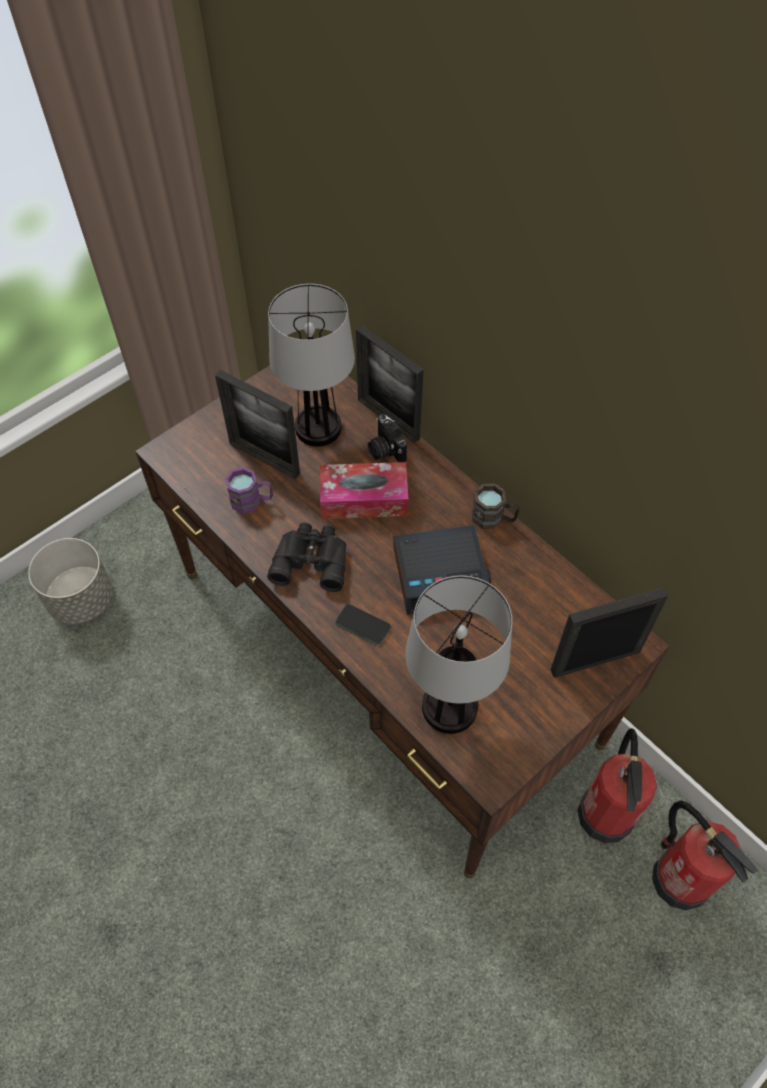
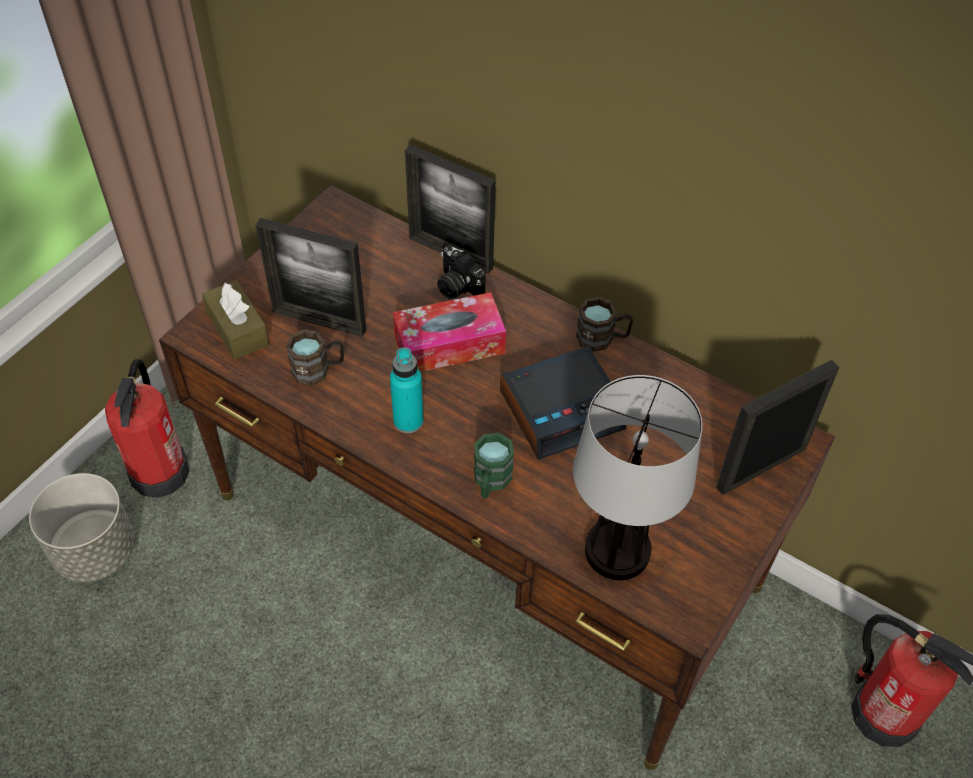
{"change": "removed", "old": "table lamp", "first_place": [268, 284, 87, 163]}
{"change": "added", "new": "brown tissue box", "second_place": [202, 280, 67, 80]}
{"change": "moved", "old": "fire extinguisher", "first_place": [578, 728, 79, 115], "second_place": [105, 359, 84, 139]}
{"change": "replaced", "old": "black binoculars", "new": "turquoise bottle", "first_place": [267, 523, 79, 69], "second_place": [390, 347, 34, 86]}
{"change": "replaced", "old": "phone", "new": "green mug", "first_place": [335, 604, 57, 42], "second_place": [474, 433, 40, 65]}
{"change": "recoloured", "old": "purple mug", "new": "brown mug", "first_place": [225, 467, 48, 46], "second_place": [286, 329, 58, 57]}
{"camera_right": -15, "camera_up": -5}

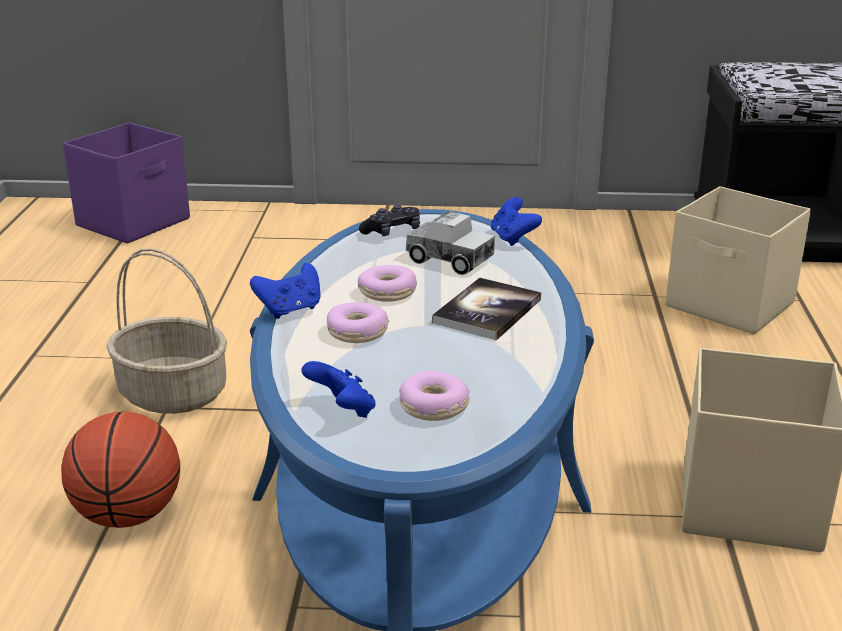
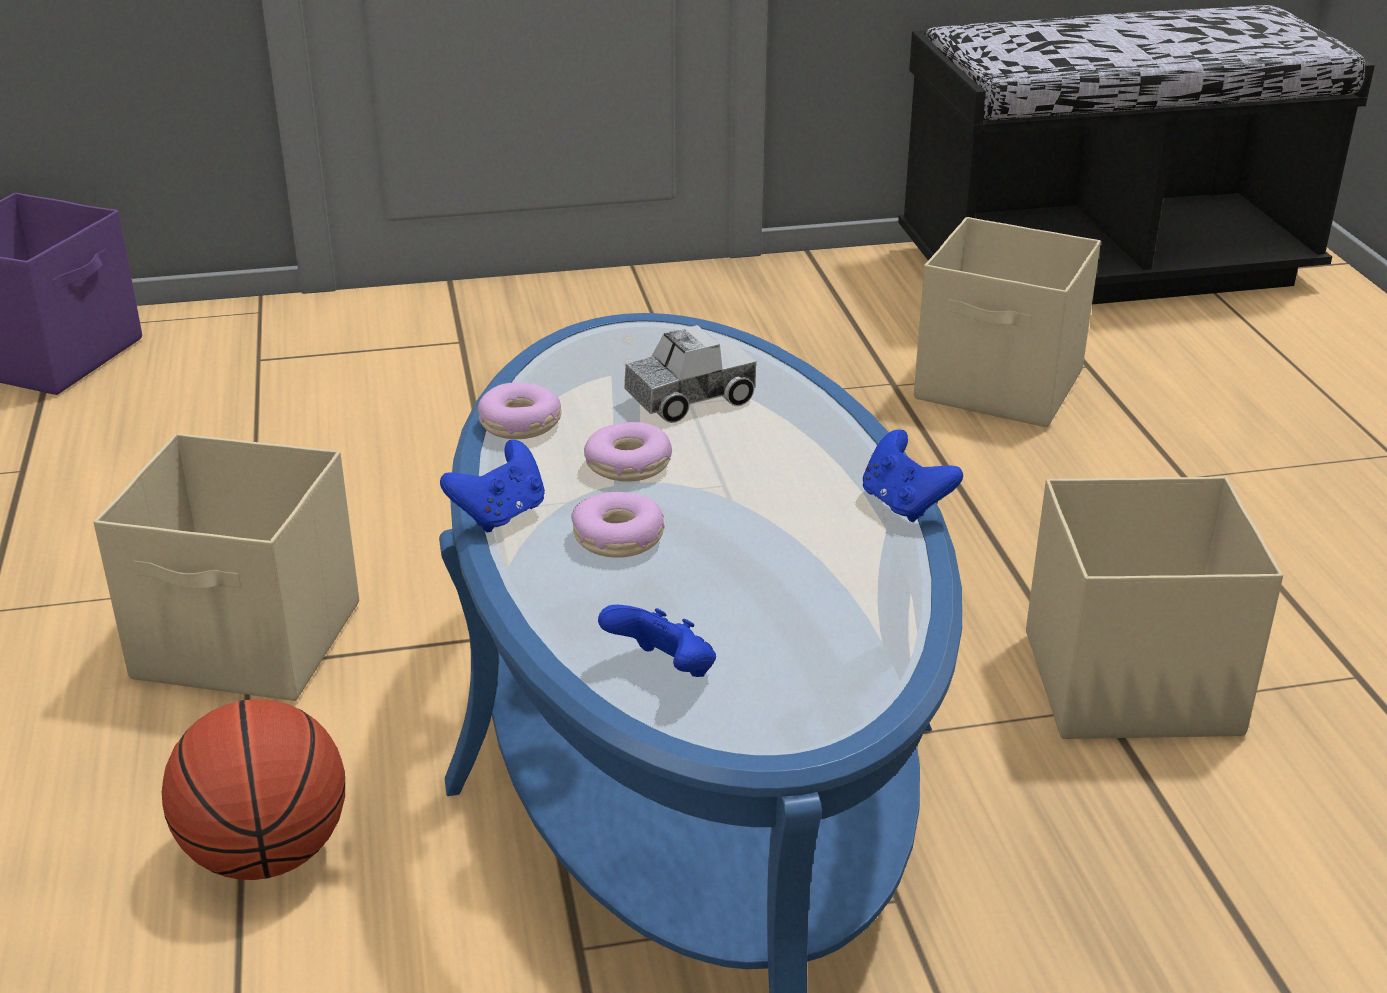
{"change": "removed", "old": "black game controller", "first_place": [359, 205, 61, 31]}
{"change": "removed", "old": "book", "first_place": [432, 278, 109, 63]}
{"change": "moved", "old": "donut", "first_place": [399, 371, 71, 50], "second_place": [477, 383, 85, 56]}
{"change": "moved", "old": "blue game controller", "first_place": [491, 197, 51, 49], "second_place": [863, 429, 100, 93]}
{"change": "replaced", "old": "basket", "new": "beige storage box", "first_place": [106, 248, 121, 166], "second_place": [94, 433, 265, 268]}
{"change": "turned", "old": "toy truck", "first_place": [406, 211, 89, 64], "second_place": [624, 325, 132, 98], "degrees": -45}
{"camera_right": -15, "camera_up": 5}

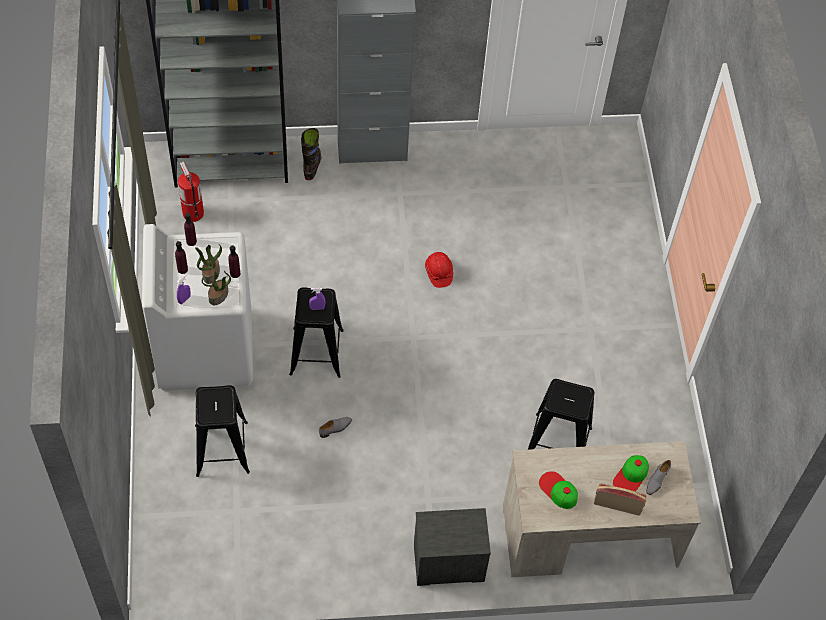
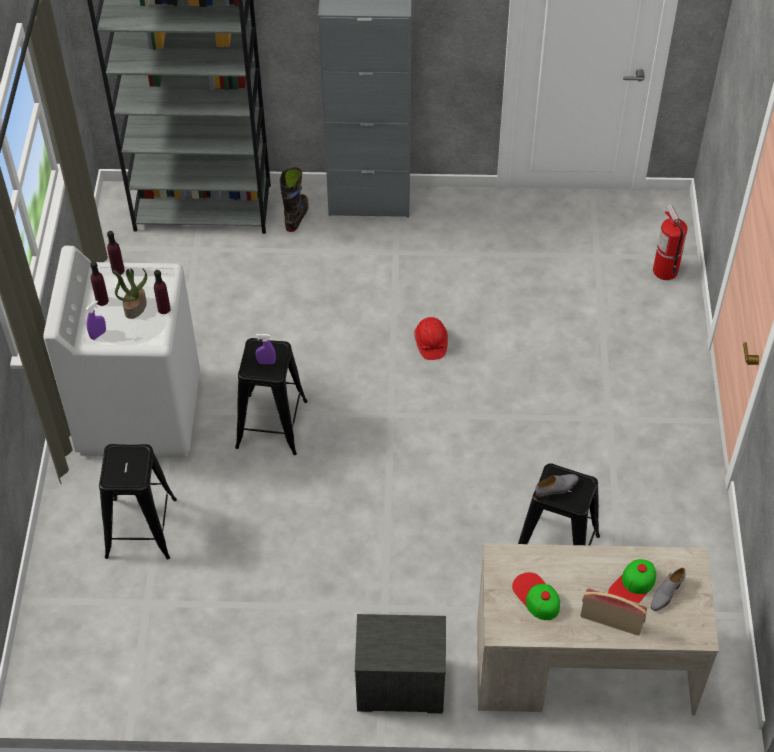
{"change": "removed", "old": "potted plant", "first_place": [202, 270, 29, 35]}
{"change": "moved", "old": "fire extinguisher", "first_place": [178, 162, 26, 60], "second_place": [653, 204, 34, 76]}
{"change": "moved", "old": "grey shoe", "first_place": [319, 417, 33, 21], "second_place": [535, 474, 44, 25]}
{"camera_right": 10, "camera_up": -5}

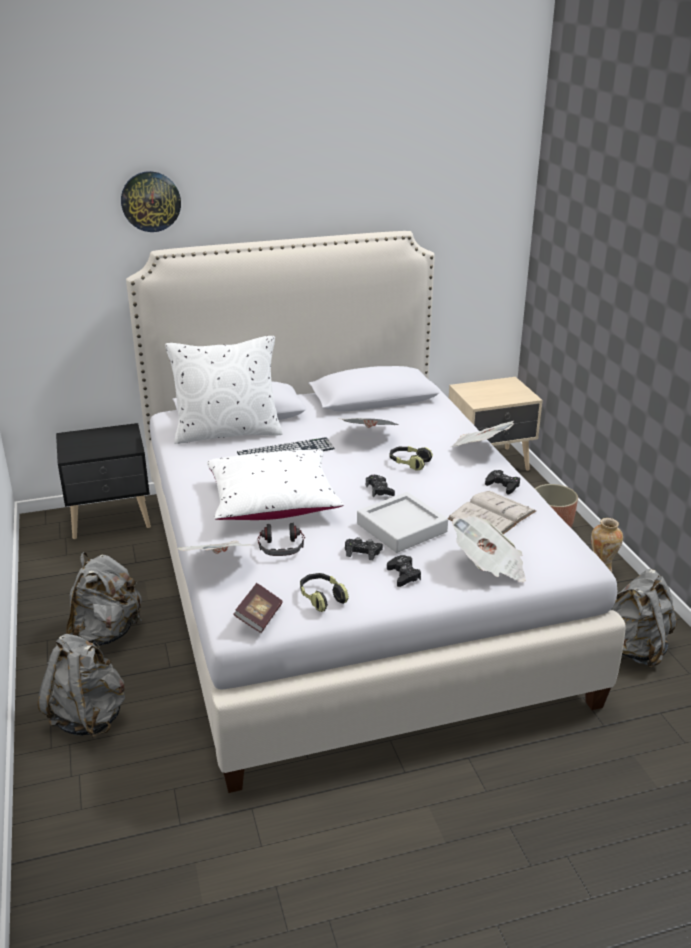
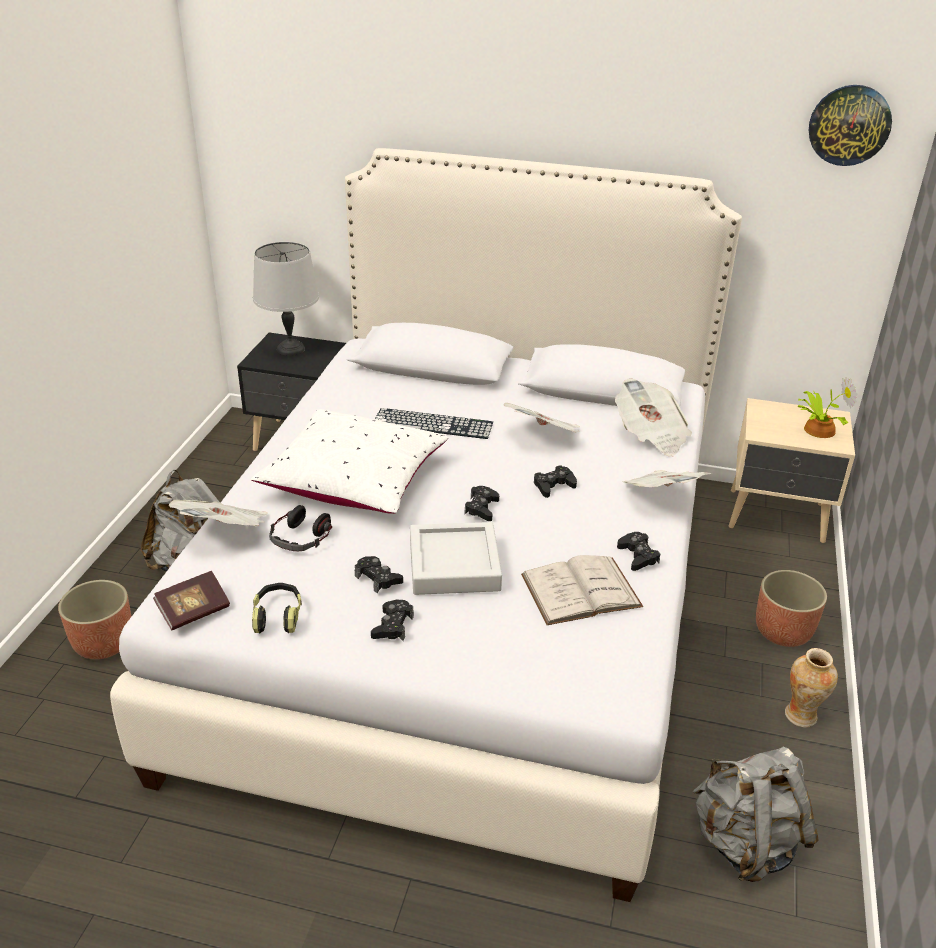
{"change": "removed", "old": "white pillow", "first_place": [165, 336, 118, 108]}
{"change": "added", "new": "grey table lamp", "second_place": [253, 242, 66, 114]}
{"change": "added", "new": "potted plant", "second_place": [797, 377, 60, 61]}
{"change": "moved", "old": "wall clock", "first_place": [121, 171, 60, 61], "second_place": [809, 85, 83, 81]}
{"change": "moved", "old": "newspaper", "first_place": [452, 516, 74, 66], "second_place": [615, 378, 77, 79]}
{"change": "replaced", "old": "grey backpack", "new": "planter", "first_place": [38, 634, 87, 104], "second_place": [58, 580, 73, 79]}
{"change": "replaced", "old": "headphones", "new": "black game controller", "first_place": [390, 446, 43, 25], "second_place": [534, 465, 43, 33]}
{"camera_right": 30, "camera_up": 5}

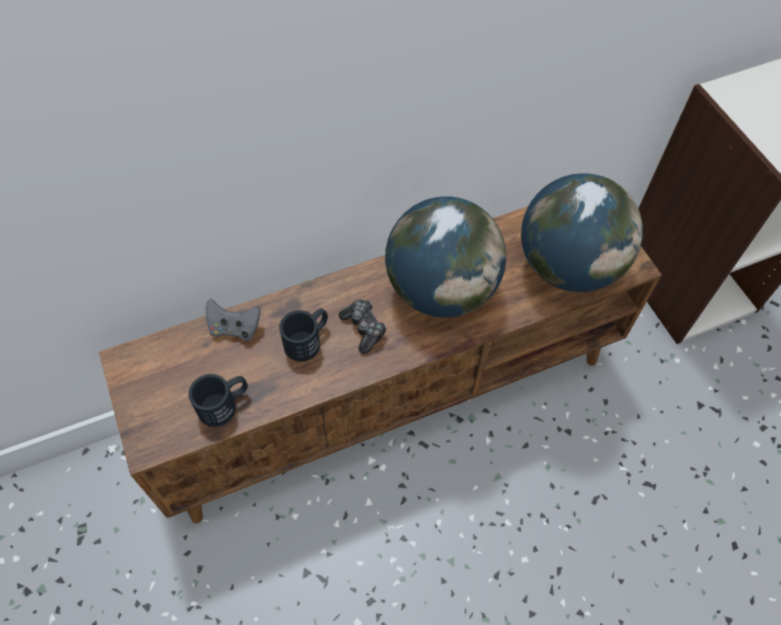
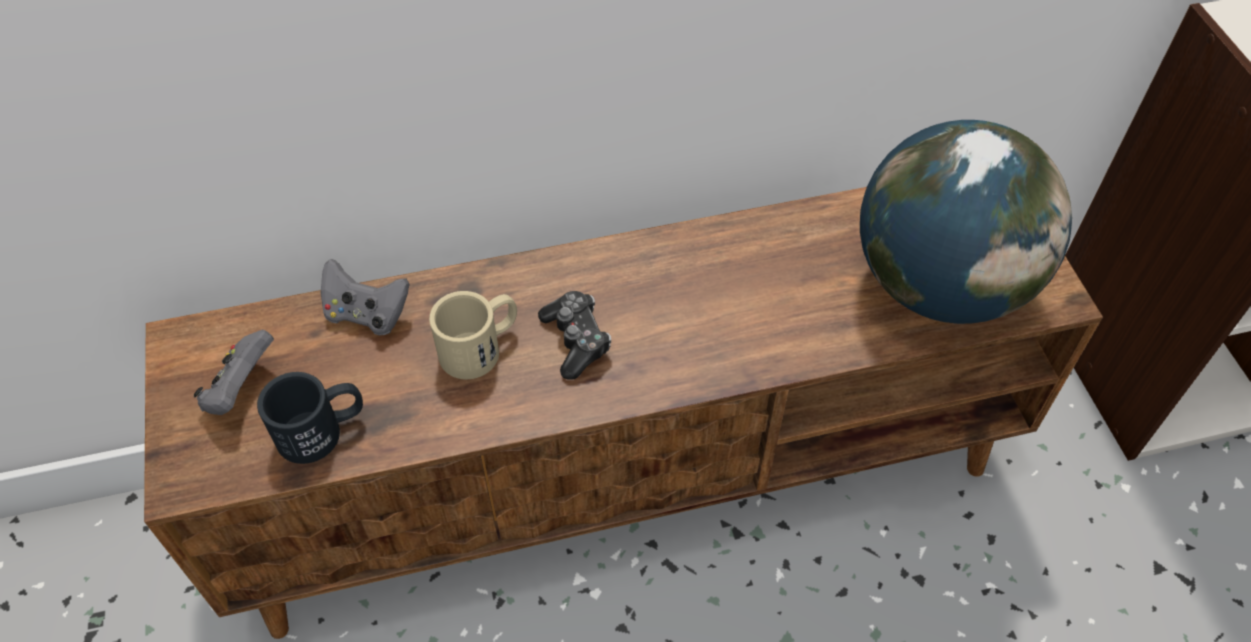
{"change": "removed", "old": "globe", "first_place": [385, 196, 121, 122]}
{"change": "added", "new": "grey game controller", "second_place": [194, 330, 80, 85]}
{"change": "recoloured", "old": "black mug", "new": "beige mug", "first_place": [279, 308, 49, 54], "second_place": [429, 291, 88, 88]}
{"camera_right": 10, "camera_up": -5}

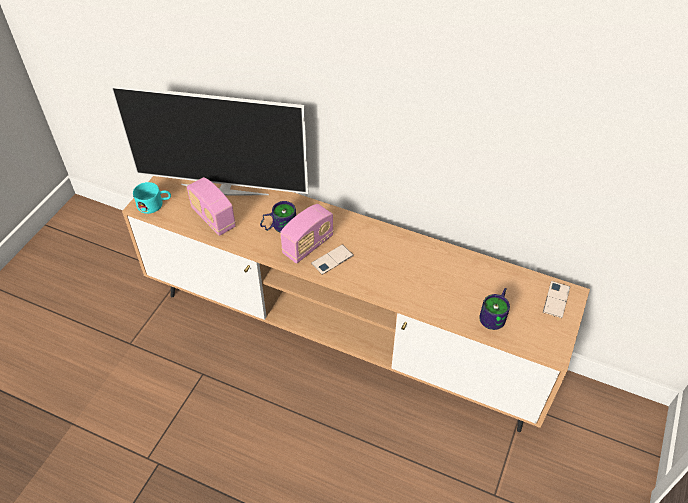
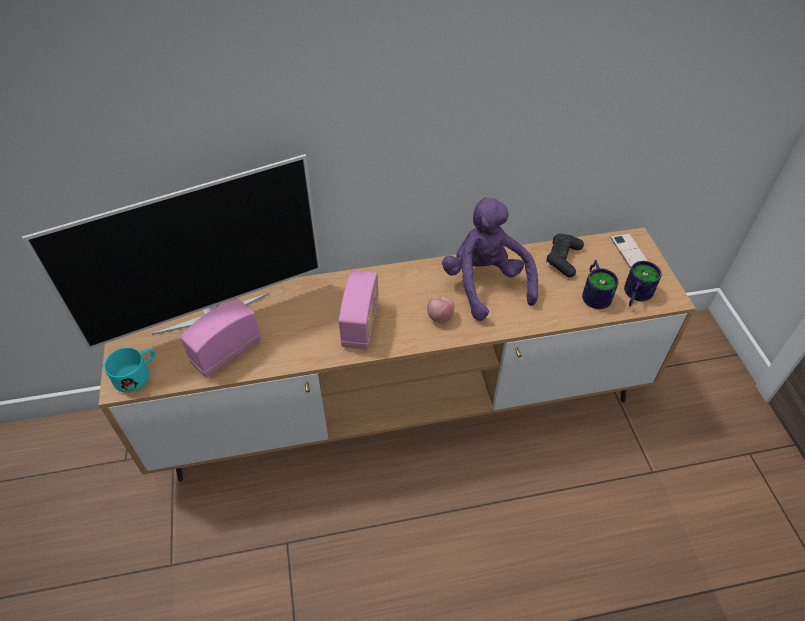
{"change": "removed", "old": "phone", "first_place": [311, 244, 43, 31]}
{"change": "added", "new": "apple", "second_place": [427, 296, 28, 27]}
{"change": "added", "new": "purple plush toy", "second_place": [442, 197, 96, 124]}
{"change": "added", "new": "black game controller", "second_place": [546, 234, 38, 43]}
{"change": "moved", "old": "mug", "first_place": [260, 201, 36, 32], "second_place": [624, 261, 38, 45]}
{"change": "turned", "old": "radio", "first_place": [187, 177, 49, 59], "second_place": [180, 299, 81, 79], "degrees": 120}
{"camera_right": -35, "camera_up": 0}

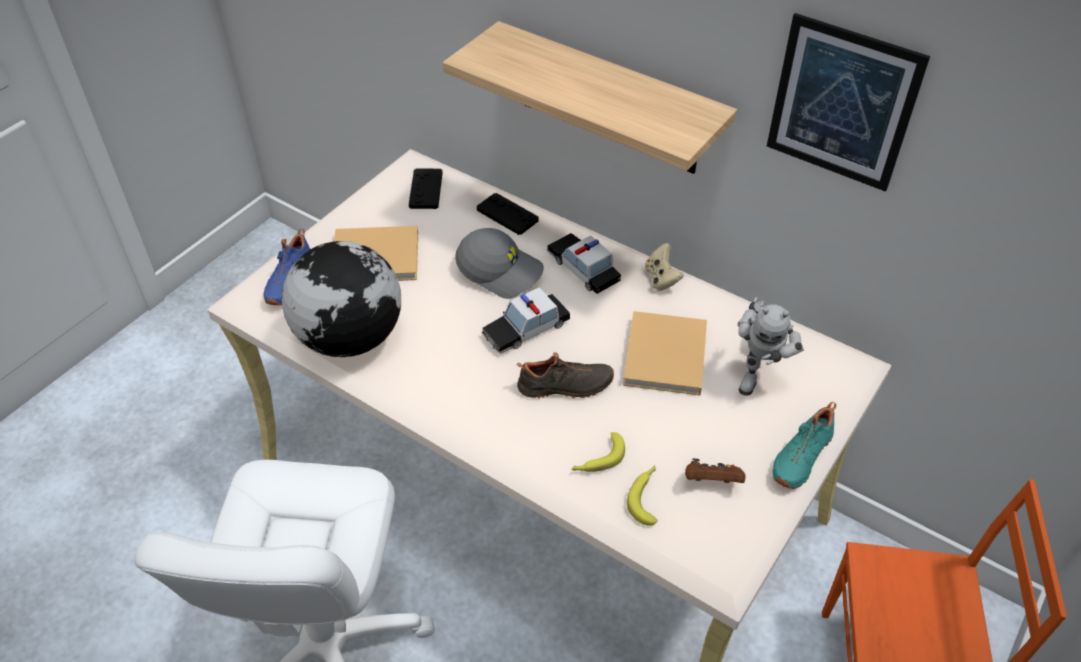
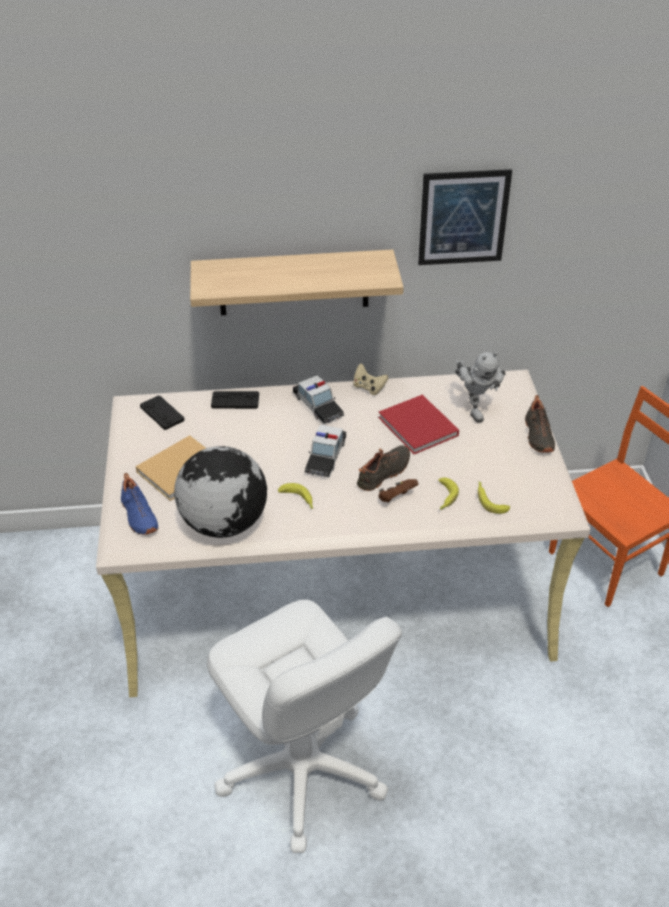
{"change": "removed", "old": "grey cap", "first_place": [455, 228, 89, 71]}
{"change": "added", "new": "banana", "second_place": [278, 483, 36, 26]}
{"change": "moved", "old": "brown game controller", "first_place": [685, 458, 60, 25], "second_place": [379, 479, 39, 23]}
{"change": "recoloured", "old": "beige book", "new": "red book", "first_place": [623, 311, 84, 84], "second_place": [378, 395, 81, 59]}
{"change": "recoloured", "old": "turquoise shoe", "new": "black shoe", "first_place": [773, 402, 63, 87], "second_place": [525, 395, 30, 58]}
{"change": "turned", "old": "toy car", "first_place": [546, 233, 75, 61], "second_place": [293, 375, 51, 49], "degrees": -135}
{"camera_right": -40, "camera_up": -5}

